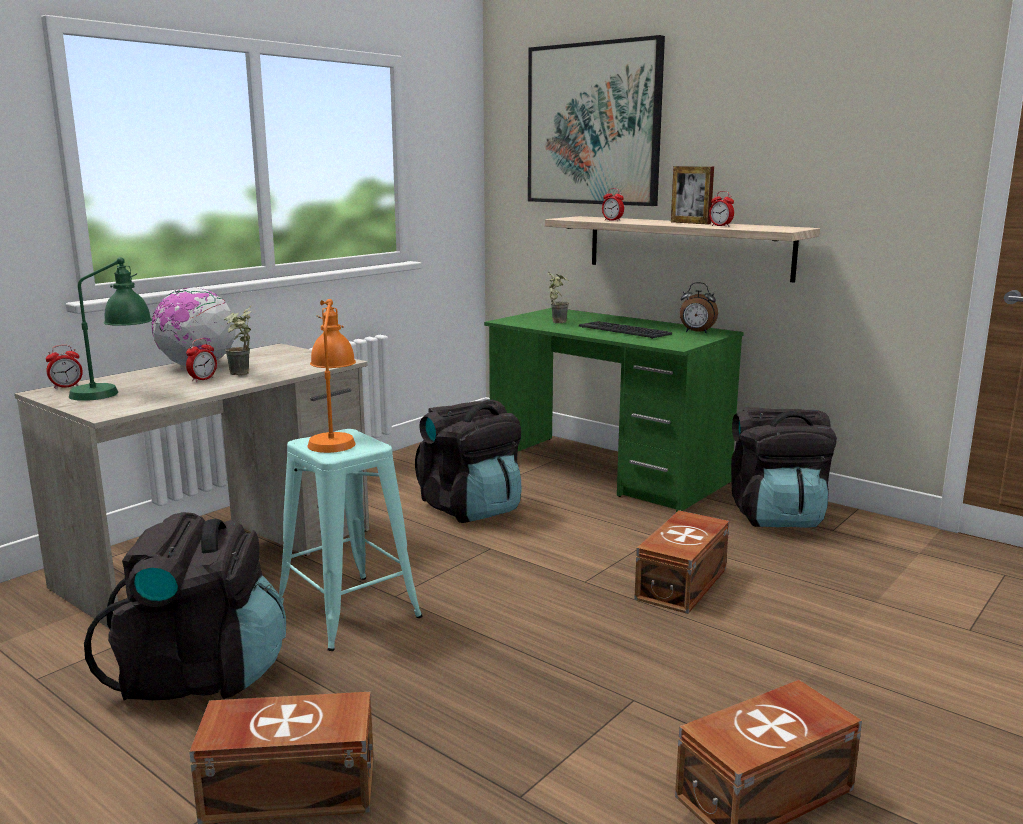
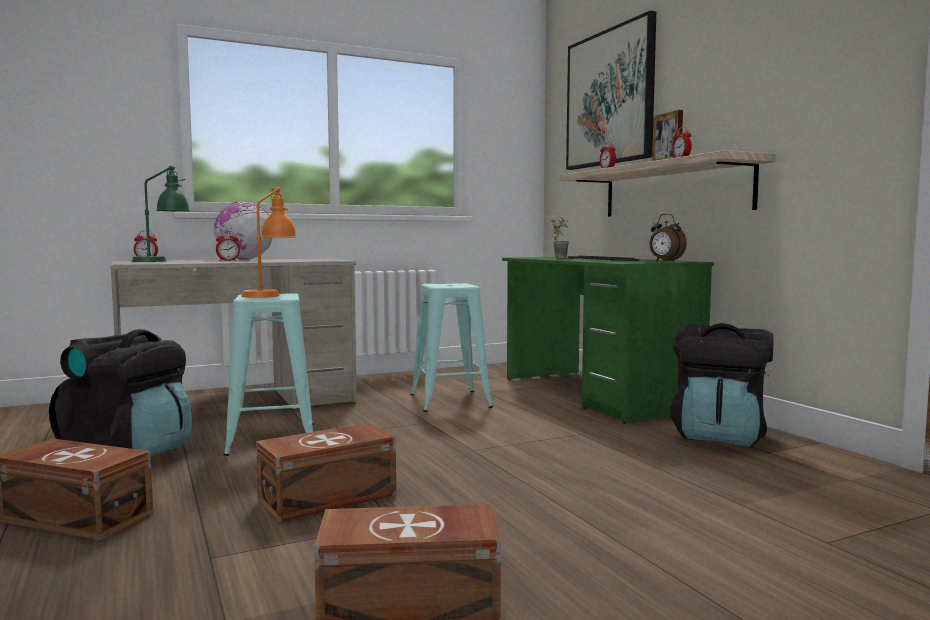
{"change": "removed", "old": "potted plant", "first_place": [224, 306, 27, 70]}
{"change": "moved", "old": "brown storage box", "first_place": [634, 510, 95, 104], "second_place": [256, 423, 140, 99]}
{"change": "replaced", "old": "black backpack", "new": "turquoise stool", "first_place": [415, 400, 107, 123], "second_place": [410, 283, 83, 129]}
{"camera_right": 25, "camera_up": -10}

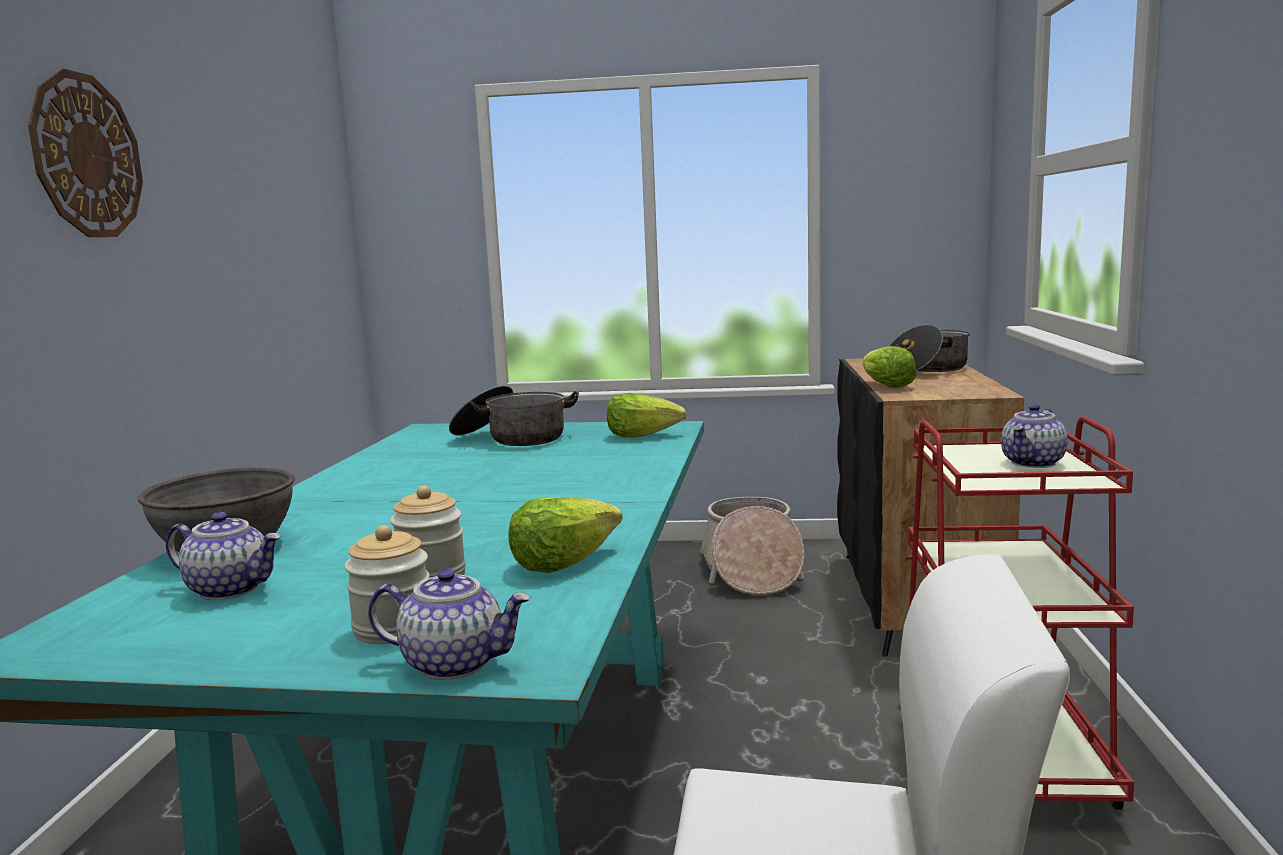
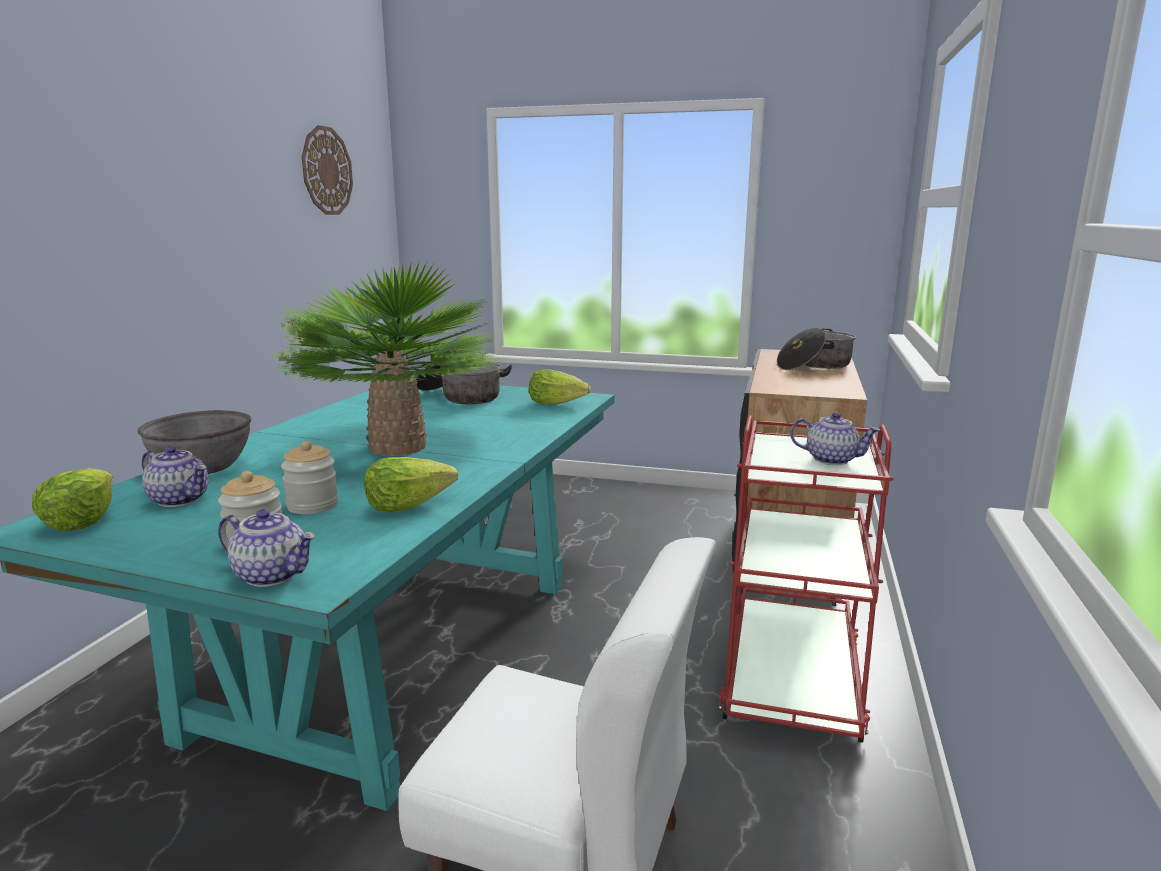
{"change": "removed", "old": "basket", "first_place": [700, 497, 105, 98]}
{"change": "added", "new": "potted plant", "second_place": [273, 261, 230, 195]}
{"change": "moved", "old": "wall clock", "first_place": [28, 69, 115, 168], "second_place": [302, 125, 51, 90]}
{"change": "moved", "old": "lettuce", "first_place": [862, 346, 54, 42], "second_place": [32, 468, 81, 63]}
{"change": "turned", "old": "teapot", "first_place": [1001, 404, 67, 64], "second_place": [790, 412, 90, 53], "degrees": -120}
{"camera_right": 10, "camera_up": 5}

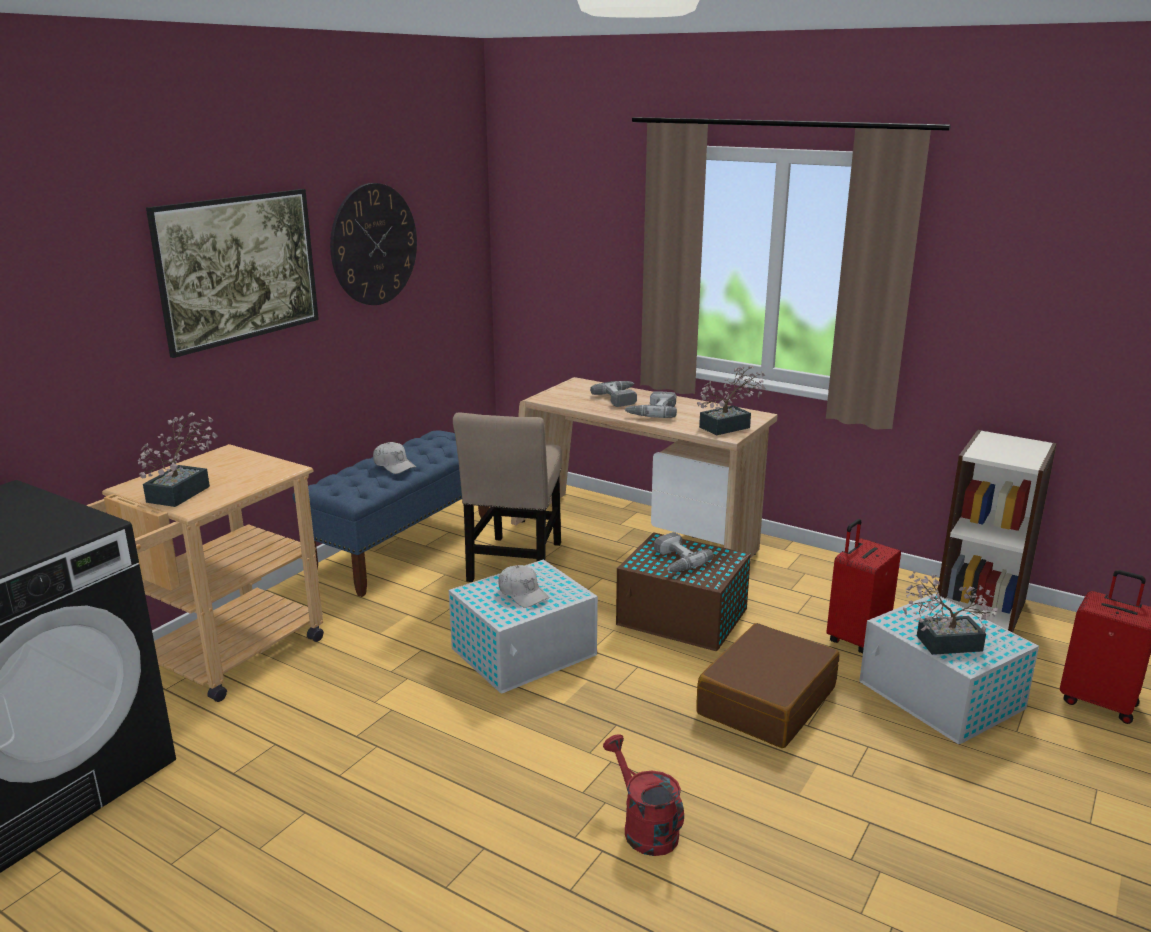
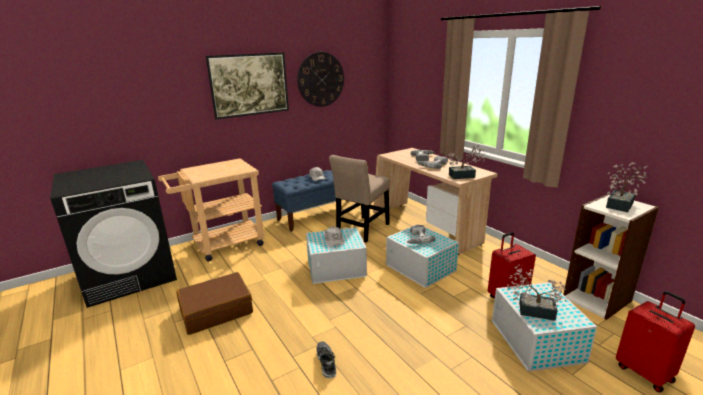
{"change": "moved", "old": "potted plant", "first_place": [138, 412, 80, 95], "second_place": [606, 162, 41, 50]}
{"change": "moved", "old": "brown suitcase", "first_place": [696, 623, 143, 125], "second_place": [176, 272, 77, 63]}
{"change": "replaced", "old": "red watering can", "new": "shoe", "first_place": [603, 734, 81, 122], "second_place": [317, 341, 20, 38]}
{"change": "recoloured", "old": "brown storage box", "new": "white storage box", "first_place": [616, 532, 135, 119], "second_place": [386, 224, 73, 64]}
{"camera_right": 25, "camera_up": 0}

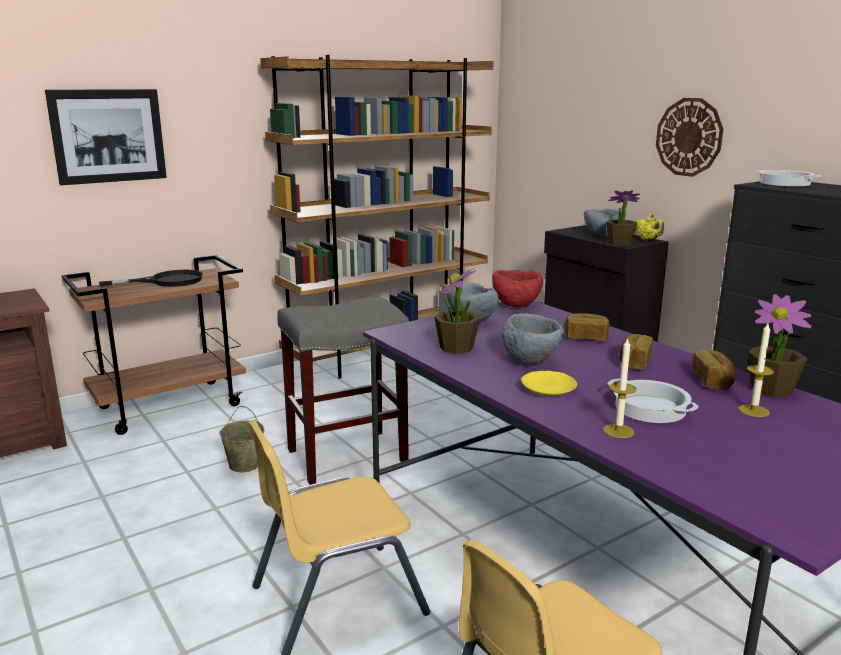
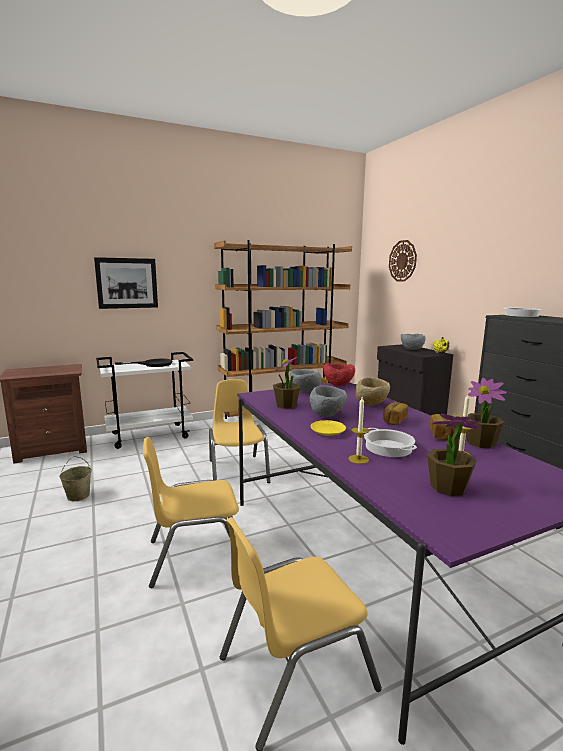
{"change": "moved", "old": "beige bucket", "first_place": [219, 406, 46, 66], "second_place": [59, 456, 33, 45]}
{"change": "moved", "old": "potted plant", "first_place": [606, 190, 34, 56], "second_place": [427, 414, 55, 82]}
{"change": "moved", "old": "wall clock", "first_place": [656, 98, 67, 79], "second_place": [389, 240, 28, 42]}
{"change": "replaced", "old": "grey stool", "new": "yellow chair", "first_place": [277, 297, 132, 188], "second_place": [209, 379, 62, 104]}
{"change": "replaced", "old": "bread", "new": "beige bowl", "first_place": [565, 313, 45, 28], "second_place": [356, 377, 34, 29]}
{"change": "recoloured", "old": "brown cart", "new": "white cart", "first_place": [62, 255, 184, 180], "second_place": [96, 352, 97, 97]}
{"camera_right": 10, "camera_up": -5}

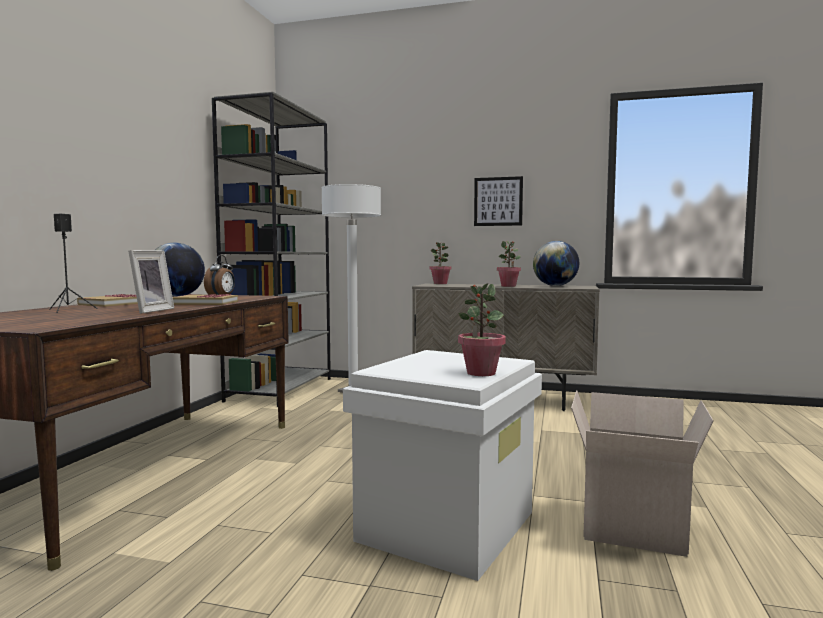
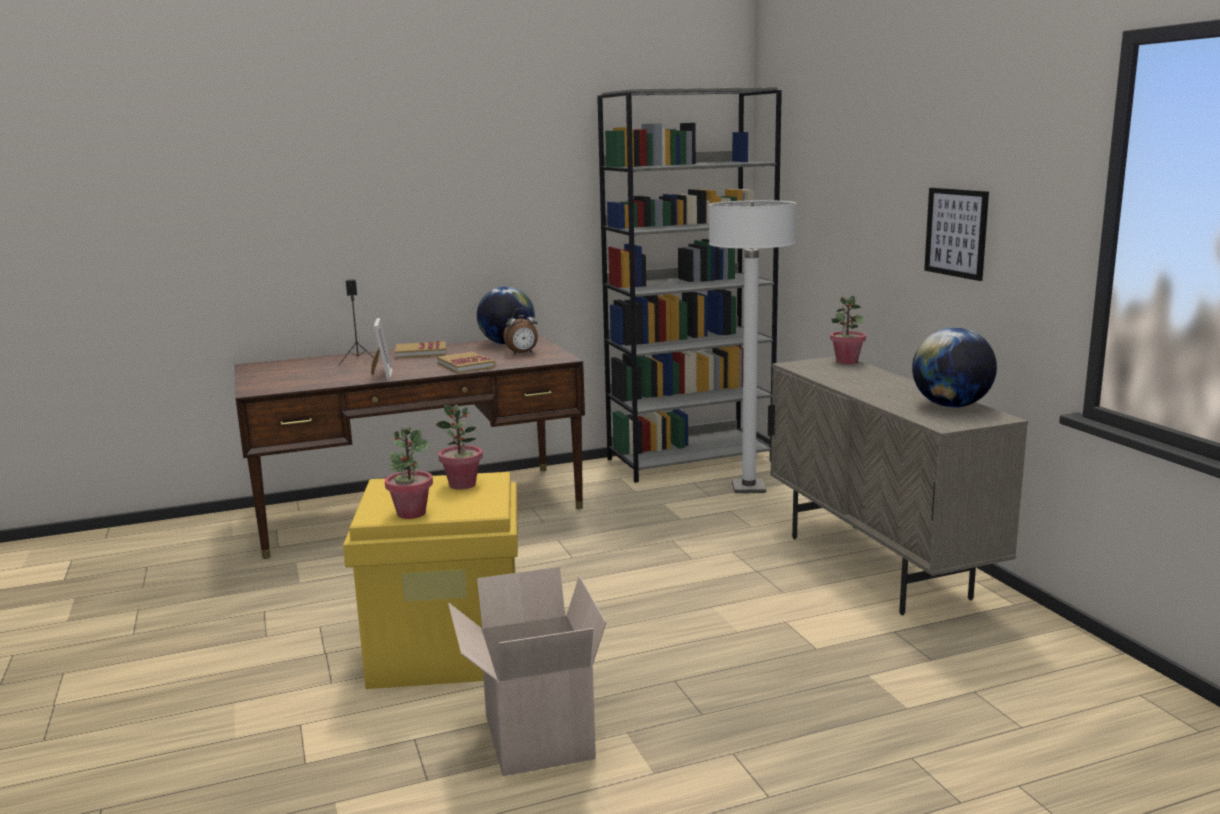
{"change": "moved", "old": "potted plant", "first_place": [497, 241, 24, 46], "second_place": [436, 404, 47, 86]}
{"change": "recoloured", "old": "white storage box", "new": "yellow storage box", "first_place": [343, 350, 199, 231], "second_place": [343, 472, 175, 217]}
{"change": "turned", "old": "picture frame", "first_place": [128, 250, 46, 64], "second_place": [371, 318, 22, 62], "degrees": -75}
{"camera_right": 55, "camera_up": 10}

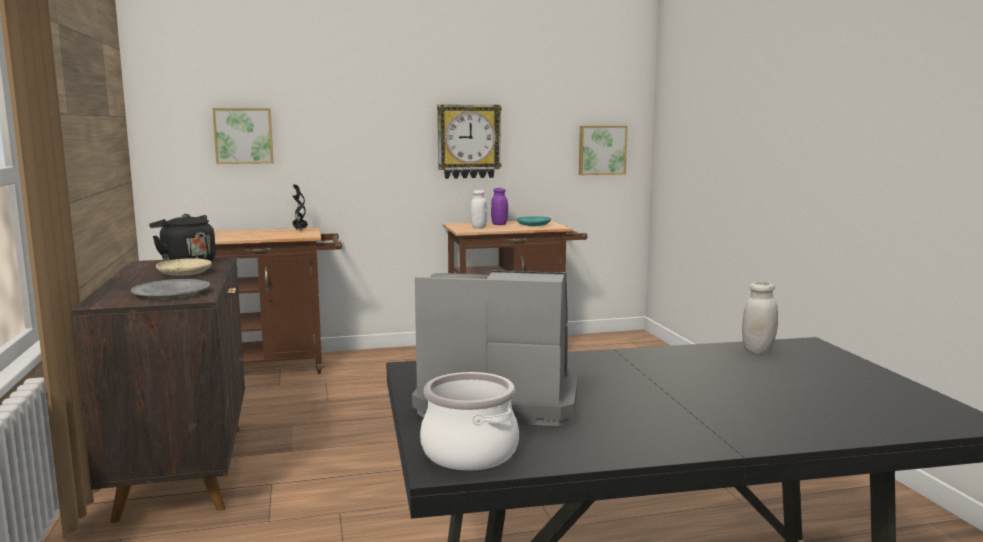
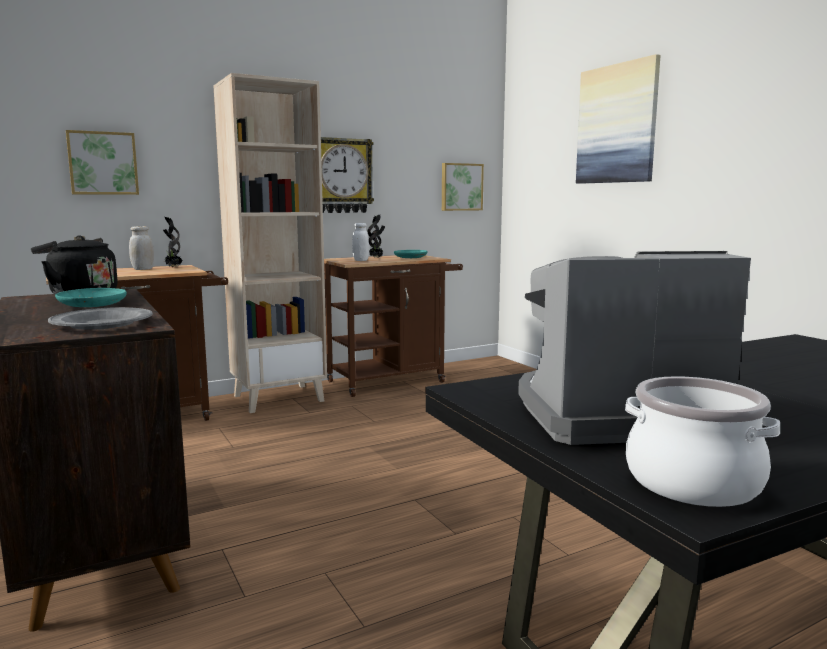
{"change": "added", "new": "beige bookcase", "second_place": [214, 73, 113, 340]}
{"change": "added", "new": "picture", "second_place": [576, 54, 84, 130]}
{"change": "moved", "old": "white jar", "first_place": [742, 281, 36, 73], "second_place": [129, 226, 25, 44]}
{"change": "replaced", "old": "purple jar", "new": "potted plant", "first_place": [491, 188, 17, 37], "second_place": [367, 215, 18, 43]}
{"change": "recoloured", "old": "beige plate", "new": "turquoise plate", "first_place": [156, 258, 56, 18], "second_place": [55, 288, 72, 19]}
{"camera_right": -15, "camera_up": 0}

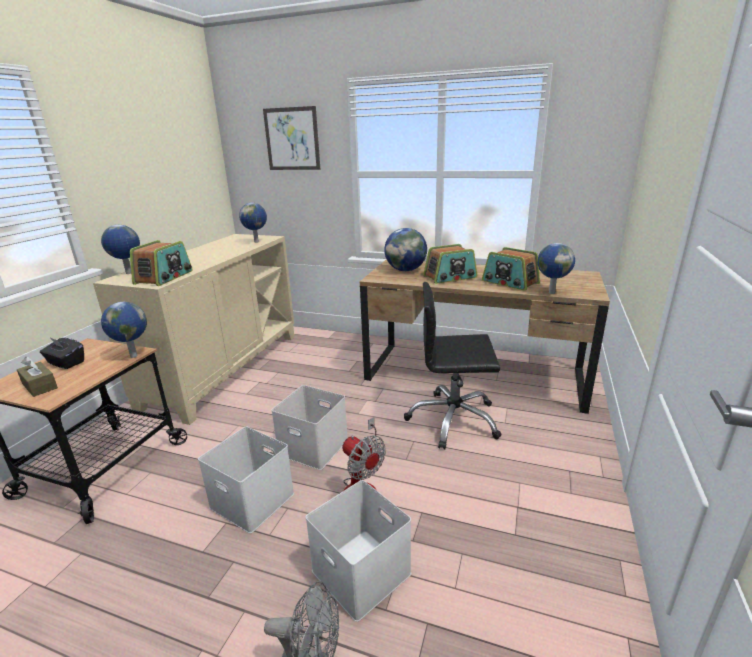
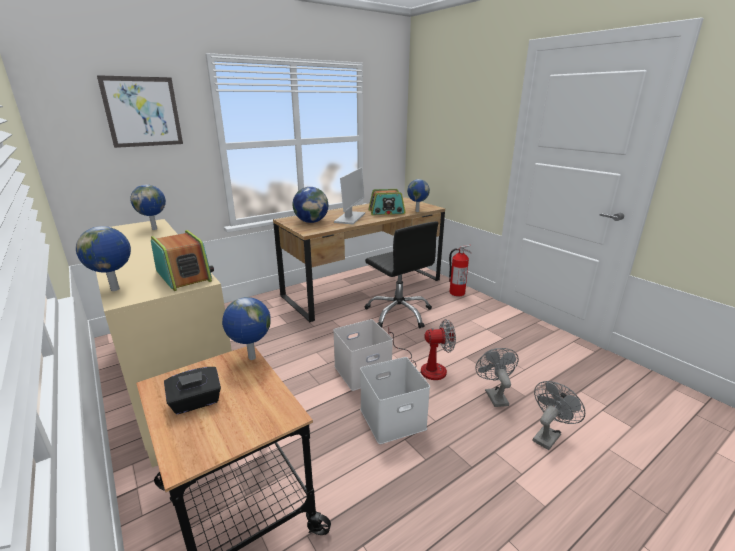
{"change": "removed", "old": "brown tissue box", "first_place": [17, 357, 41, 40]}
{"change": "added", "new": "fire extinguisher", "second_place": [449, 245, 23, 51]}
{"change": "replaced", "old": "white storage box", "new": "grey fan", "first_place": [306, 480, 105, 142], "second_place": [475, 348, 44, 59]}
{"change": "replaced", "old": "radio", "new": "monitor", "first_place": [423, 244, 54, 40], "second_place": [334, 168, 31, 56]}
{"change": "turned", "old": "black office chair", "first_place": [404, 282, 98, 167], "second_place": [365, 221, 73, 107], "degrees": -75}
{"camera_right": -55, "camera_up": 0}

